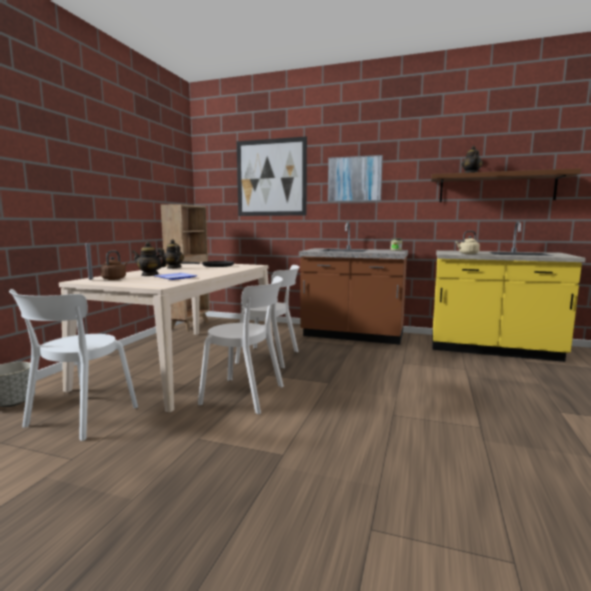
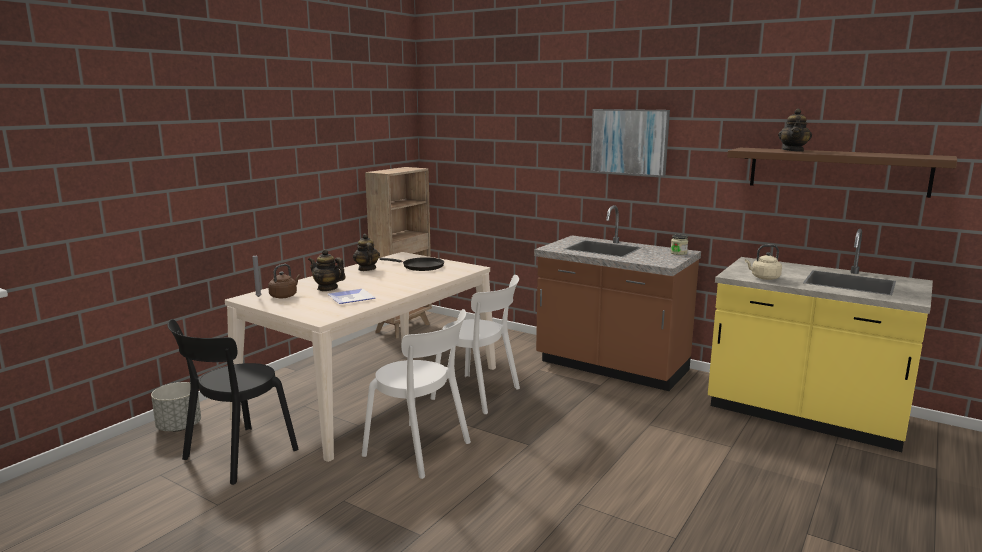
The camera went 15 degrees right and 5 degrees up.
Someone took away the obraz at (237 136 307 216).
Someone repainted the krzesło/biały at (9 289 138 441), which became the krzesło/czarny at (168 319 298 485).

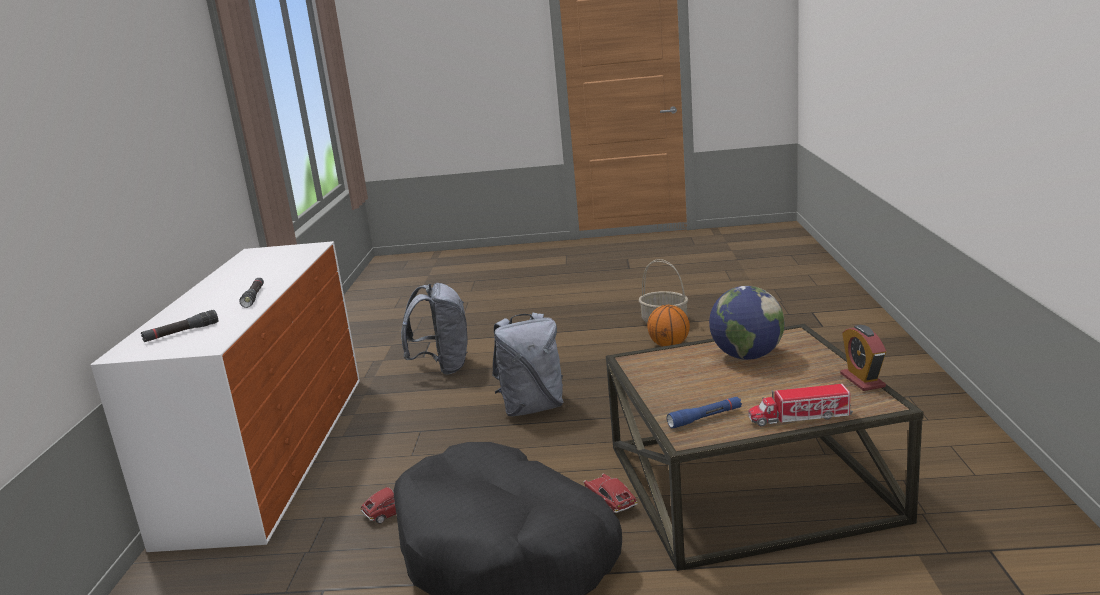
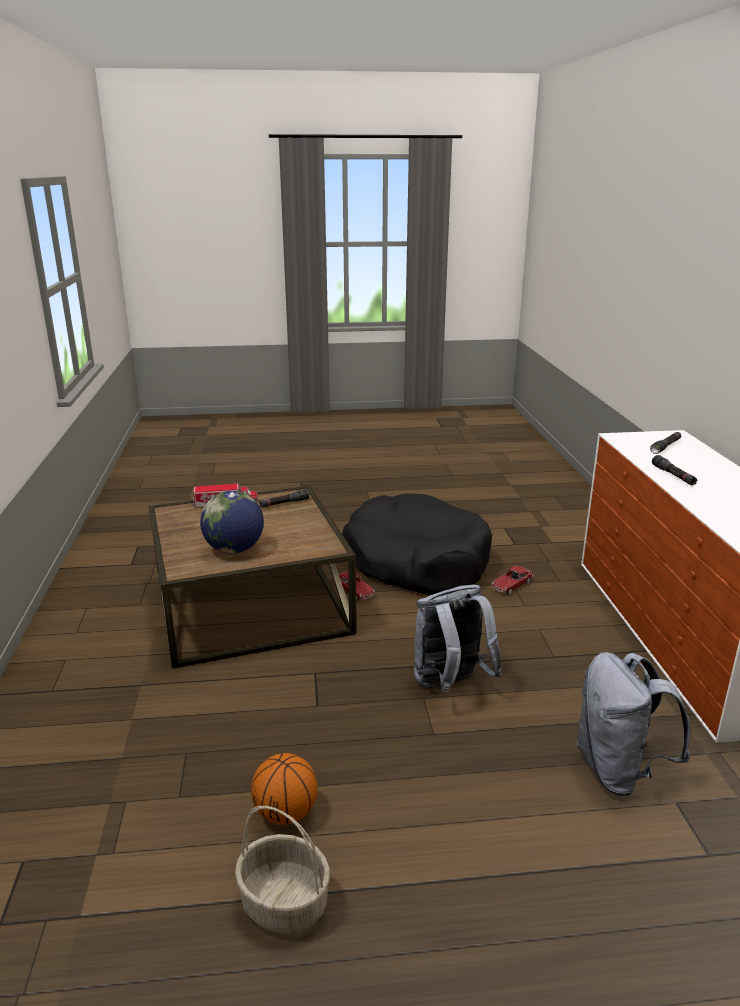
The camera went 170 degrees right and 5 degrees up.
Someone took away the budzik at (840 325 886 391).
Someone repainted the latarka/niebieski at (667 396 742 428), which became the latarka/czarny at (259 490 309 508).

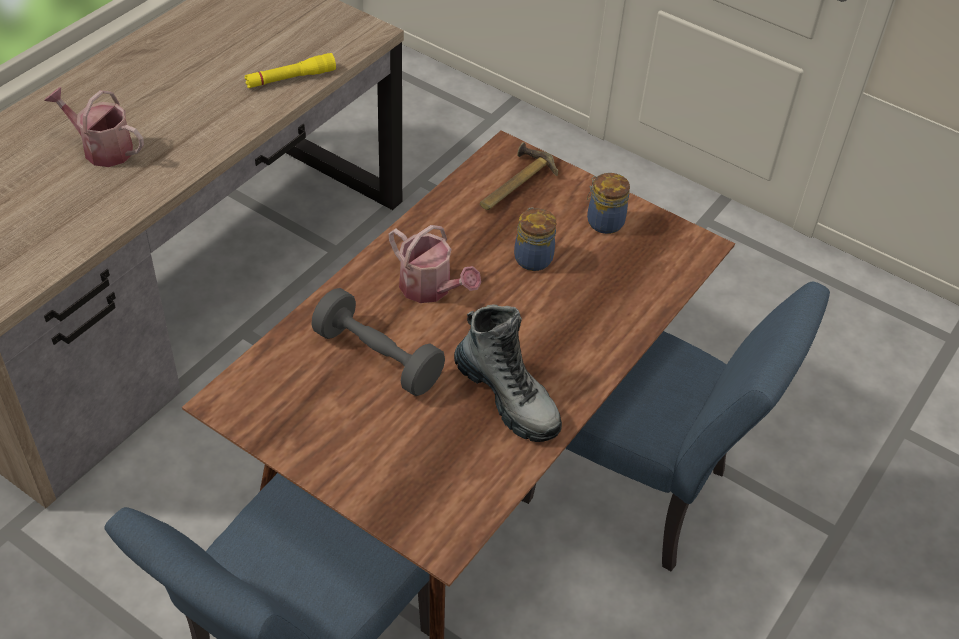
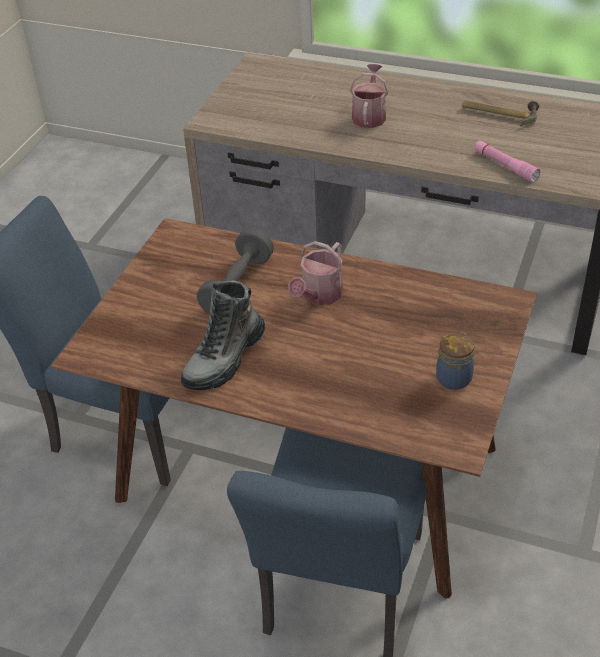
The camera went 80 degrees right and 5 degrees down.
Someone took away the słoik at (514 207 556 271).
Someone carried the młotek from (480 142 558 210) to (462 101 539 127).
Someone repainted the latarka/żółty at (245 53 336 88), which became the latarka/różowy at (474 141 540 182).

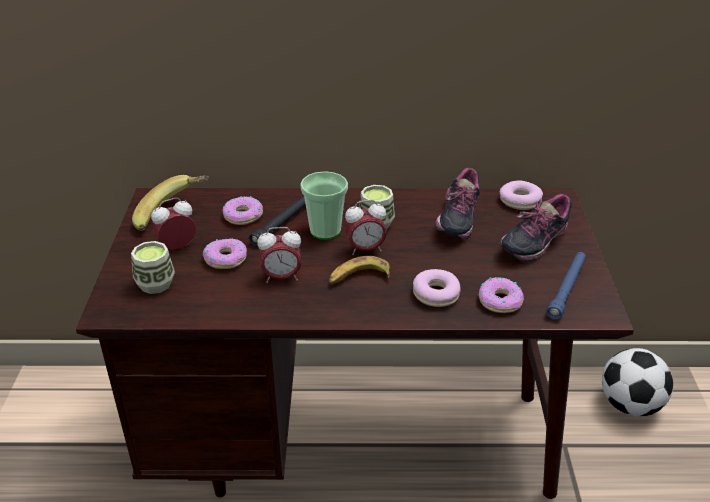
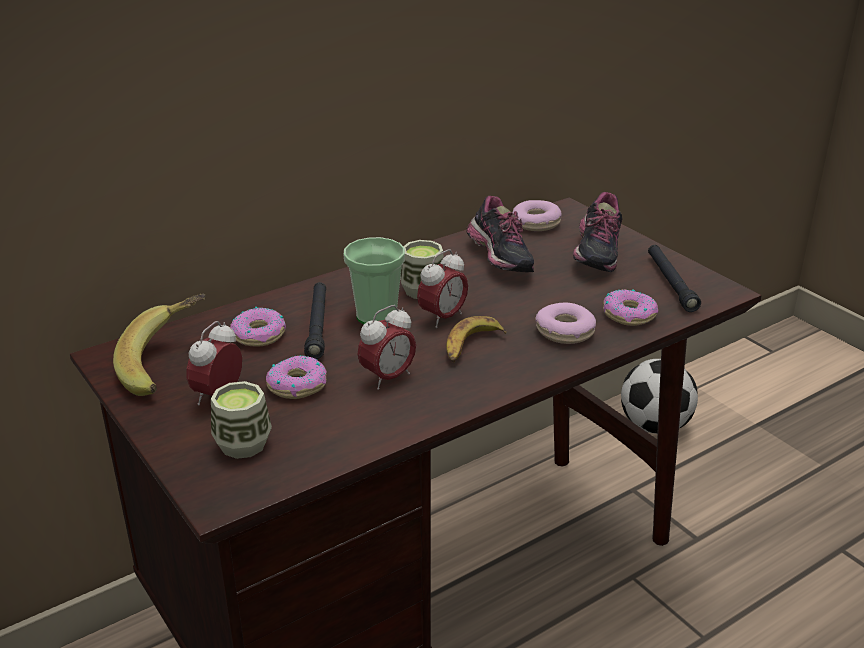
The camera went 35 degrees left and 5 degrees down.
Someone repainted the latarka/niebieski at (546 252 586 320), which became the latarka/czarny at (648 245 701 312).

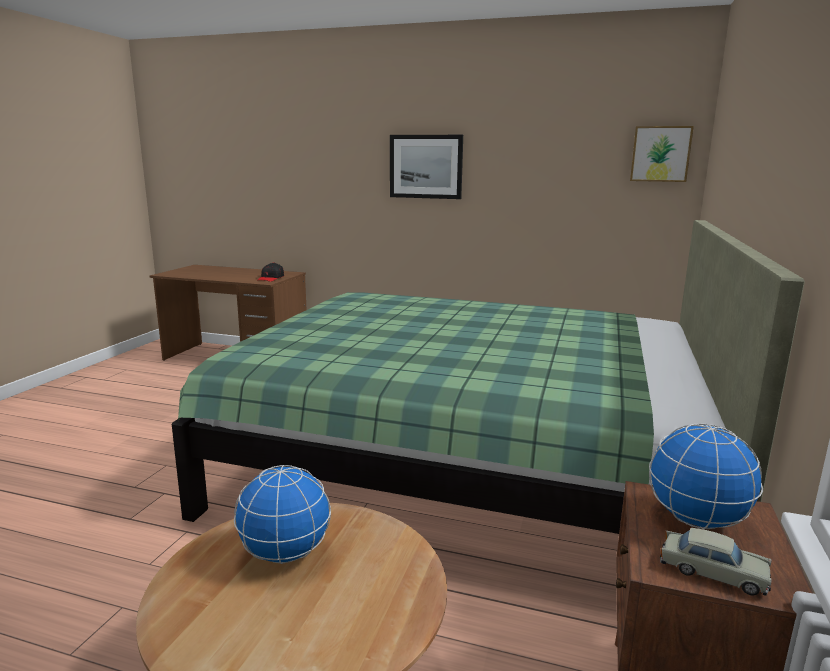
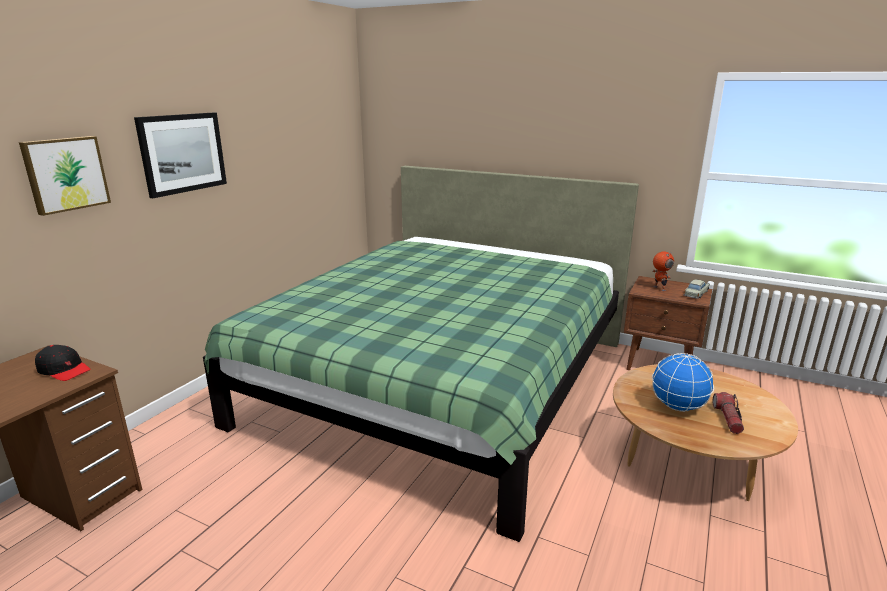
The camera went 80 degrees left and 5 degrees up.
Someone put down the latarka at (713 392 744 434).
Someone carried the obraz from (630 126 694 182) to (19 136 111 216).
Someone swapped the globus at (649 423 763 529) for the robot zabawkowy at (653 251 674 291).

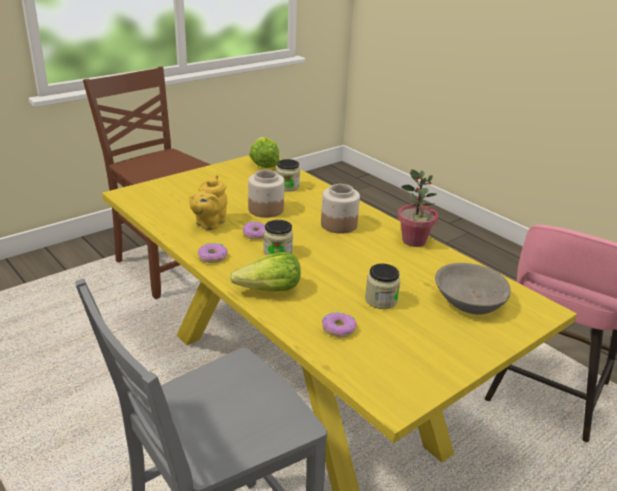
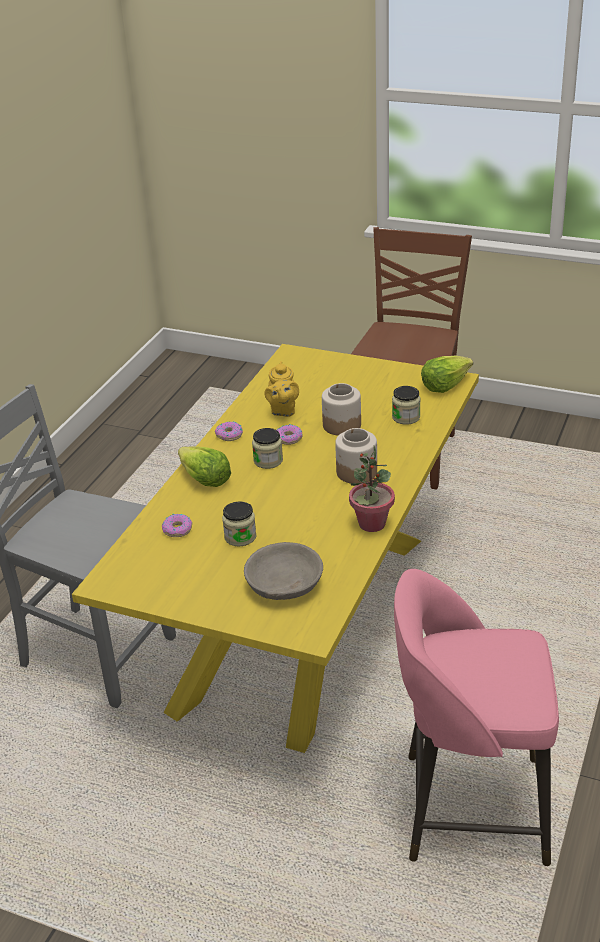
The camera went 65 degrees right and 5 degrees up.
Someone rotated the imbryk/żółty at (189 175 227 230) by 90 degrees counterclockwise.

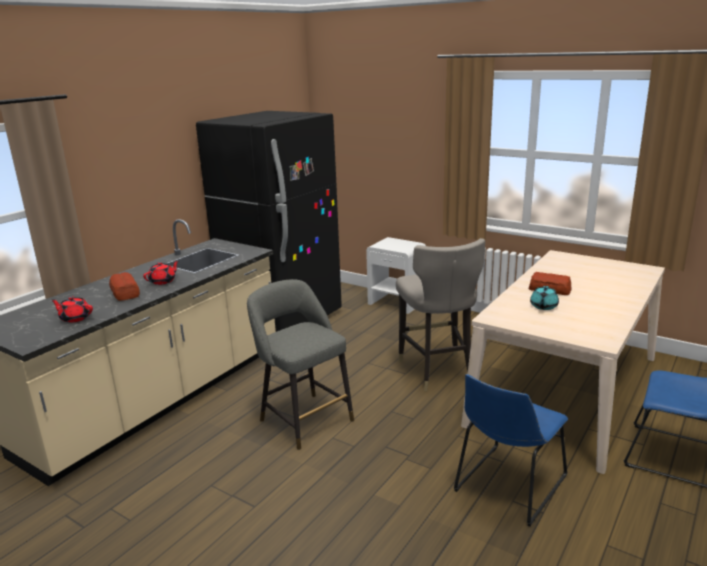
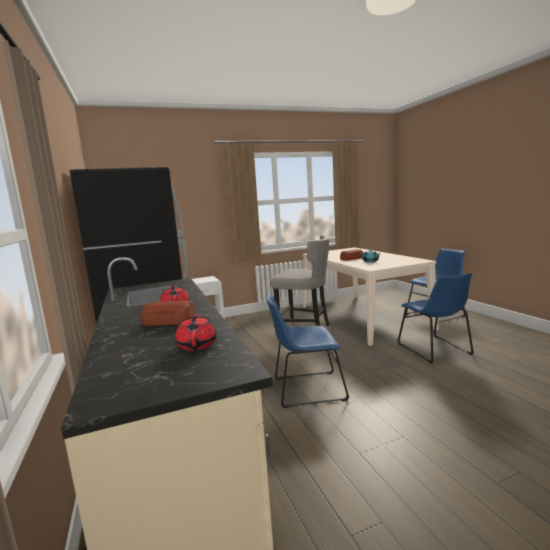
The camera went 55 degrees left and 10 degrees down.
Someone swapped the stołek/szary at (247 279 354 450) for the krzesło/niebieski at (267 293 349 408).
Someone rotated the imbryk/czerwony at (51 296 93 323) by 120 degrees clockwise.

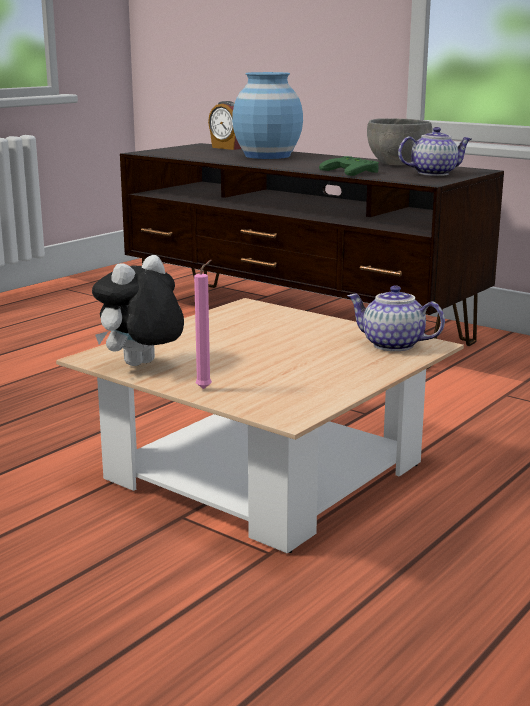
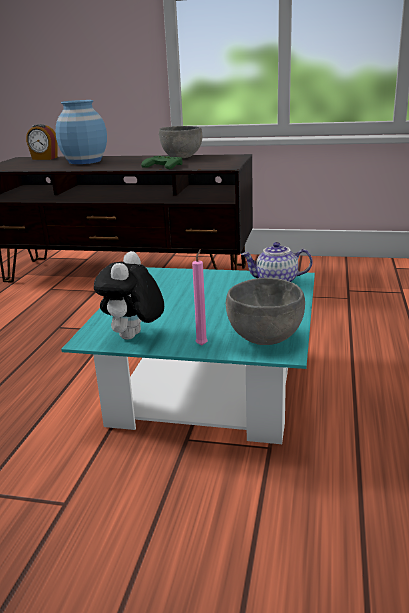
The camera went 25 degrees left and 5 degrees up.
Someone took away the imbryk at (398 127 471 176).
Someone put down the miska/szary at (226 278 305 345).
Someone repainted the ława/beżowy at (56 298 464 554), which became the ława/turkusowy at (61 267 315 444).

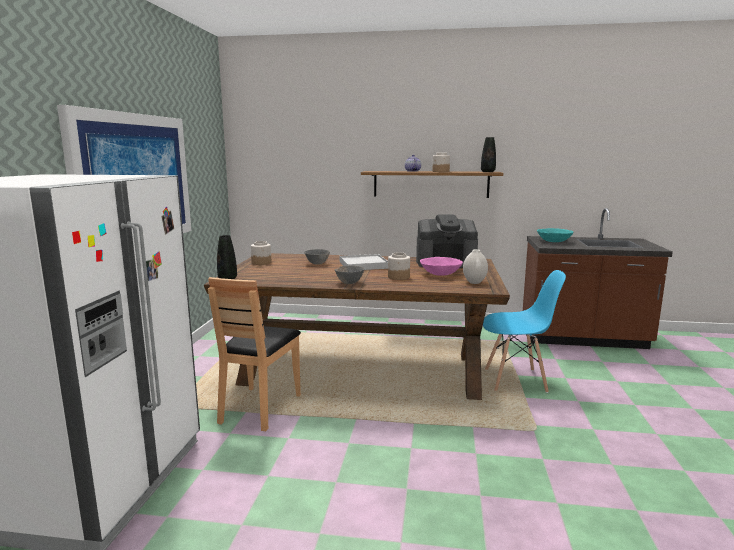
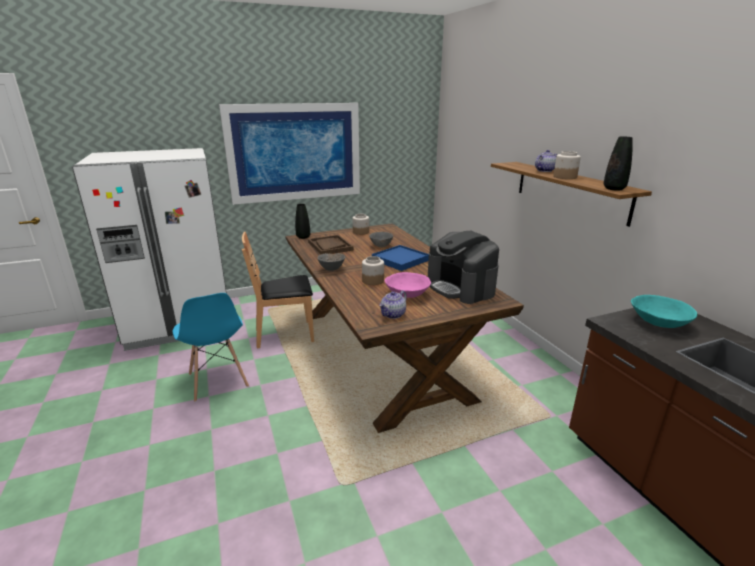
The camera went 60 degrees right and 10 degrees up.
Someone put down the taca/brązowy at (308 235 354 255).
Someone carried the krzesło/niebieski from (483 270 566 393) to (172 293 249 402).
Someone swapped the wazon/biały at (463 249 488 284) for the imbryk at (379 290 407 319).
Someone repainted the taca/biały at (340 254 388 270), which became the taca/niebieski at (372 245 429 271).

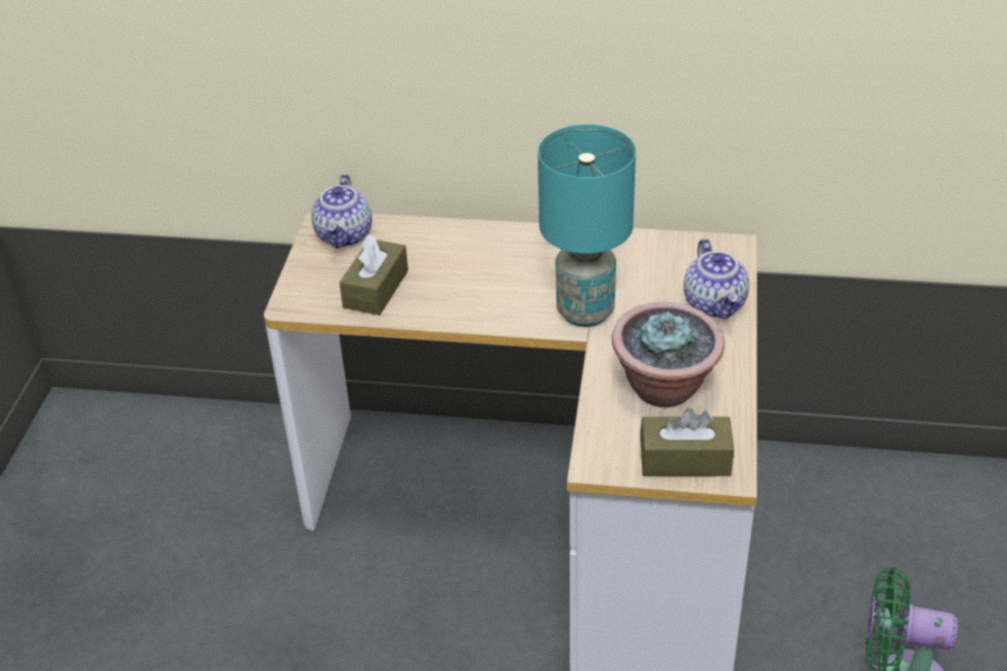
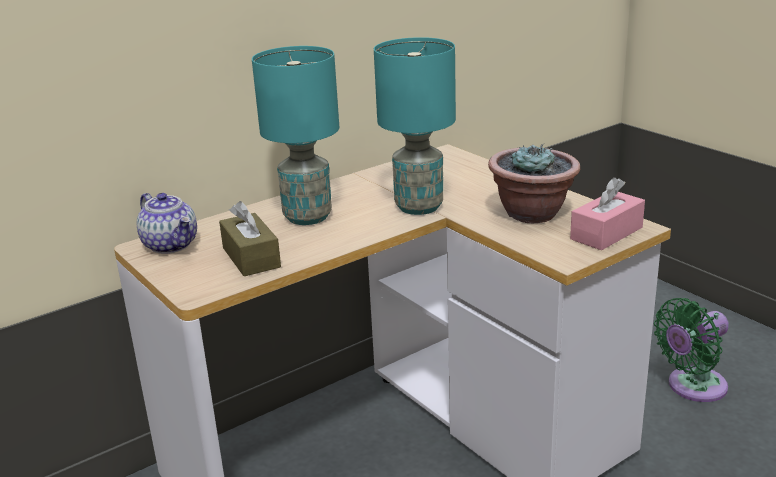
The camera went 45 degrees left and 15 degrees down.
Someone took away the imbryk at (684 239 749 320).
Someone put down the lampa stołowa/turkusowy at (252 46 339 225).
Someone repainted the pudełko chusteczek/brązowy at (640 408 734 476), which became the pudełko chusteczek/różowy at (570 177 645 251).

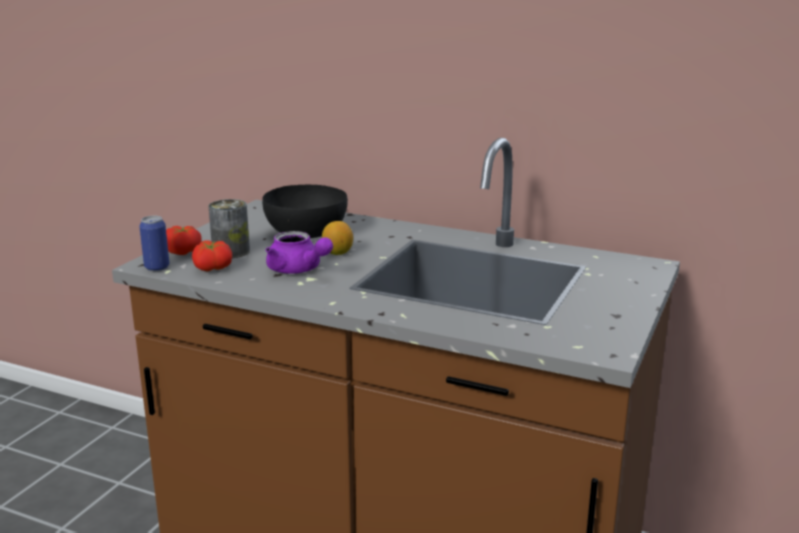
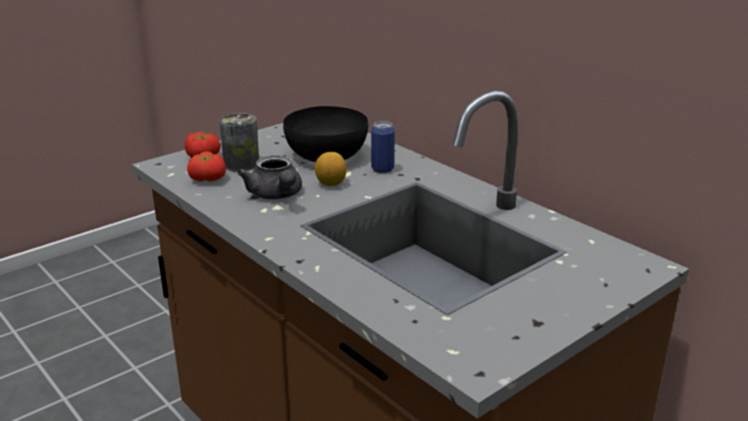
The camera went 25 degrees right and 5 degrees up.
Someone carried the puszka from (139 216 169 271) to (371 121 395 173).
Someone repainted the imbryk/fioletowy at (266 231 333 274), which became the imbryk/szary at (237 155 302 199).

